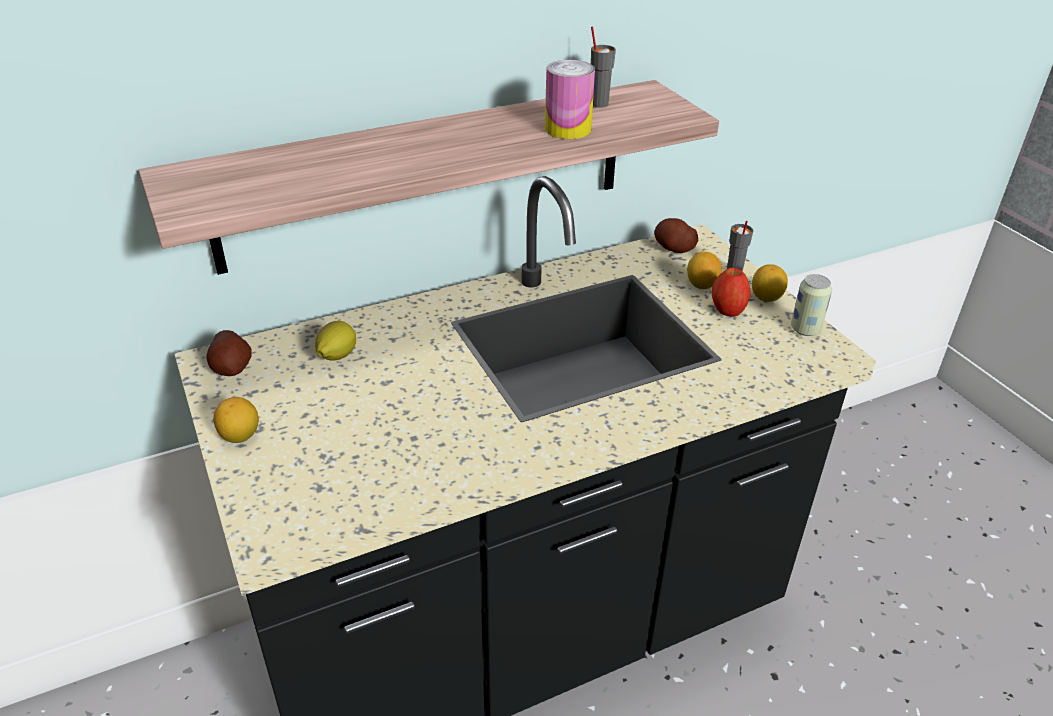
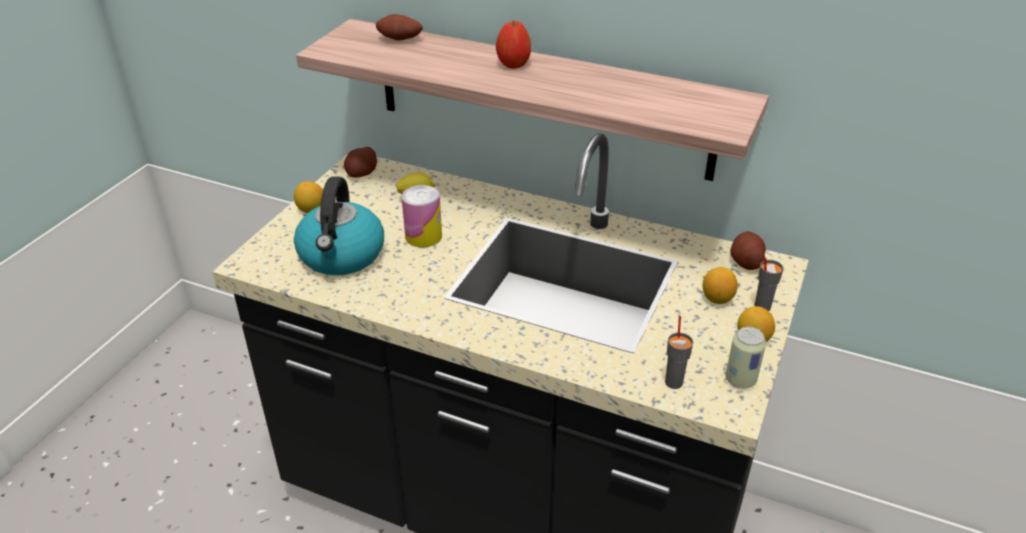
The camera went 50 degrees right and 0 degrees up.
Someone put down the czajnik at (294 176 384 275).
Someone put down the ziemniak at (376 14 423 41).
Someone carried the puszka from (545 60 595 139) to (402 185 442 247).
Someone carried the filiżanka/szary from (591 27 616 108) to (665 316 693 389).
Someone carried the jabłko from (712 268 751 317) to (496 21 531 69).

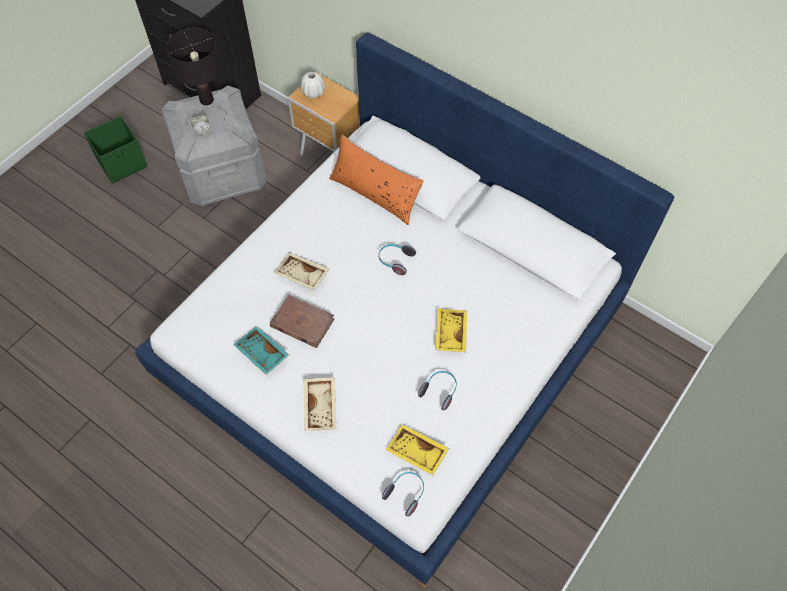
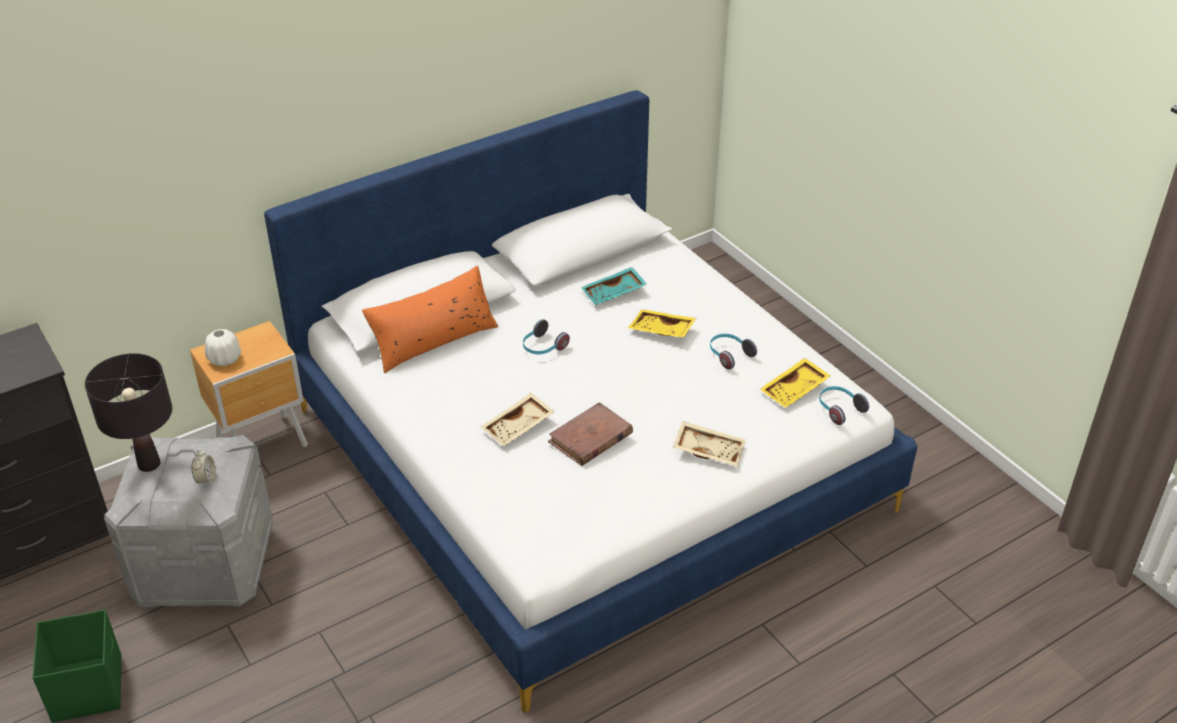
The camera went 70 degrees left and 20 degrees down.
Someone carried the taca/turkusowy from (233 326 289 374) to (581 267 647 305).

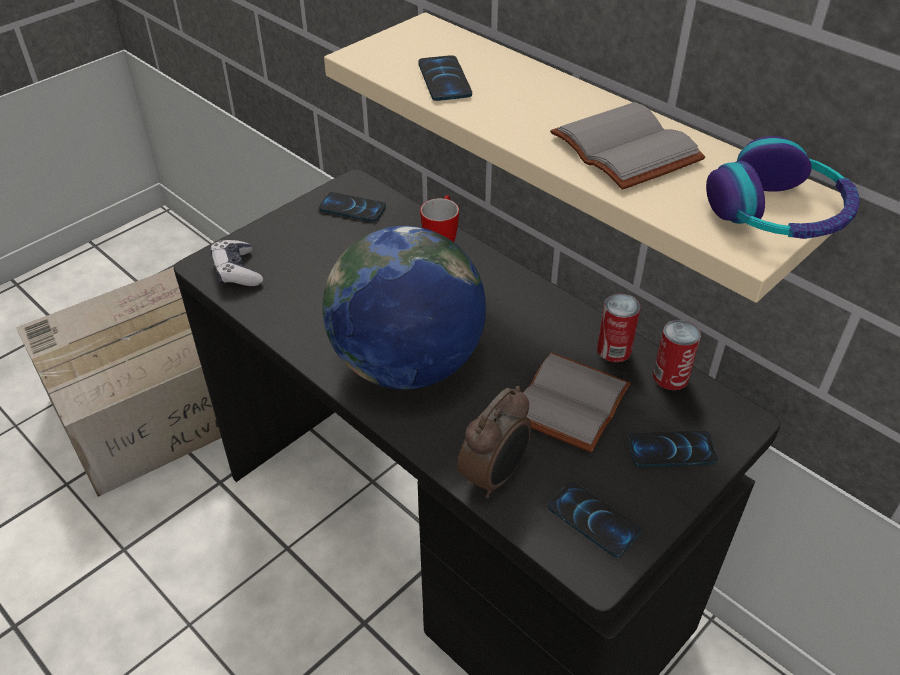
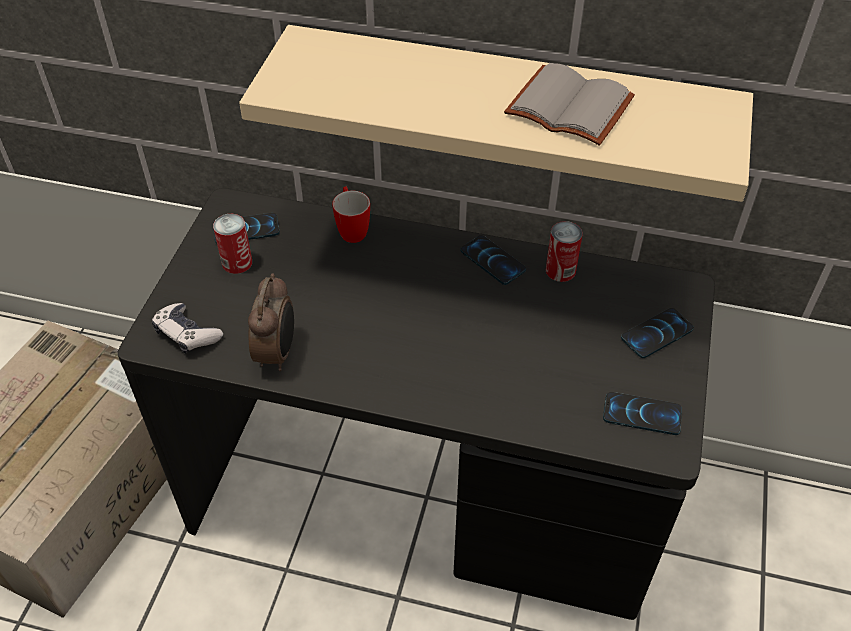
The camera went 30 degrees left and 5 degrees up.
Someone took away the globus at (322 226 486 389).
Someone took away the książka/szary at (523 352 631 452).
Someone took away the słuchawki at (706 136 860 239).
Someone carried the telefon from (418 55 472 101) to (460 235 526 285).
Someone carried the budzik from (457 386 531 498) to (248 273 294 371).
Someone carried the puszka from (653 320 701 390) to (213 214 252 274).

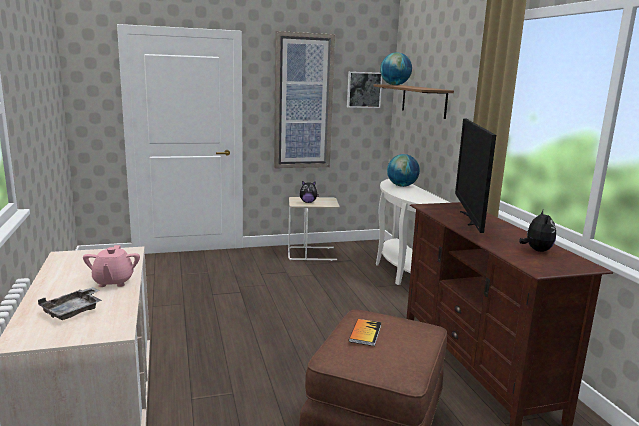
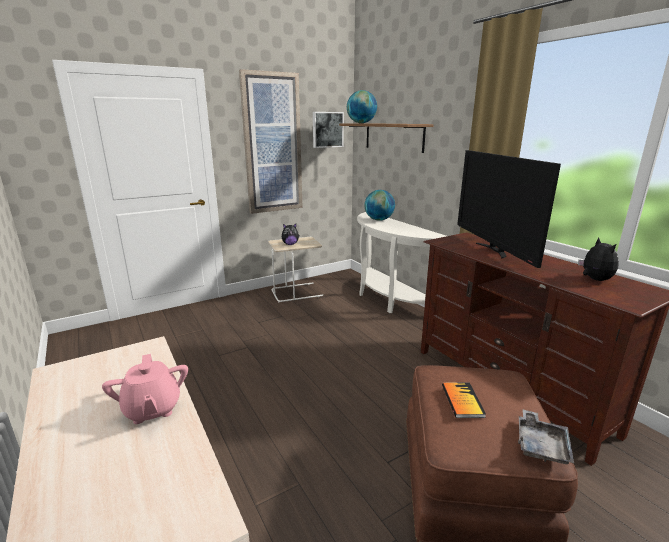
The camera went 15 degrees left and 5 degrees up.
Someone carried the taca/szary from (38 287 102 320) to (518 409 574 464).

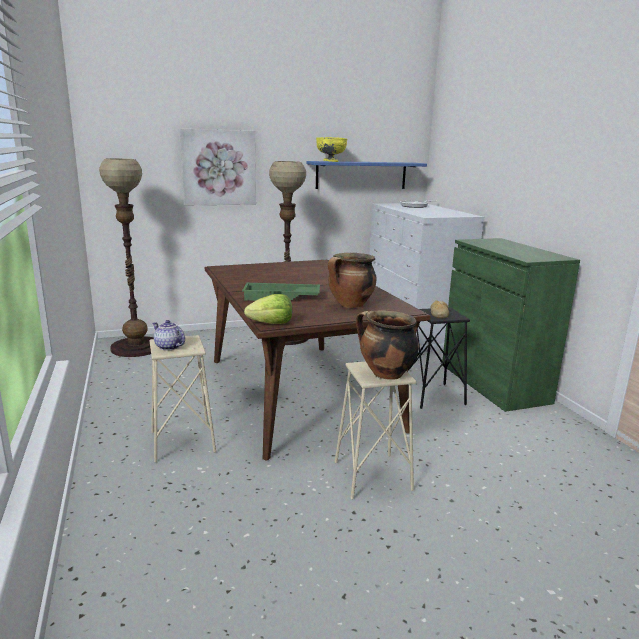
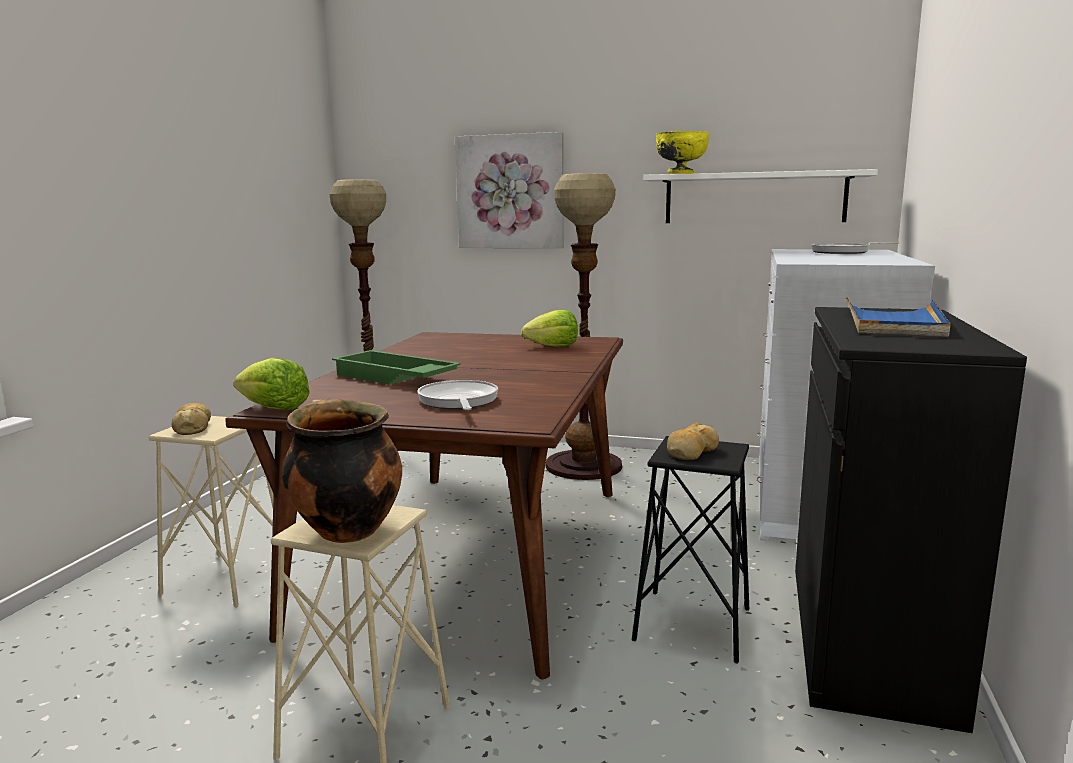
The camera went 35 degrees right and 5 degrees down.
Someone put down the sałata at (521 310 578 346).
Someone put down the taca/niebieski at (846 298 951 337).
Someone swapped the imbryk at (152 320 185 350) for the chleb at (172 403 211 435).
Someone swapped the garnek at (328 253 377 308) for the patelnia at (417 380 498 410).
Someone repainted the półka/niebieski at (307 161 427 189), which became the półka/biały at (643 169 878 223).
Someone repainted the szafka/zielony at (442 238 580 412), which became the szafka/czarny at (795 307 1027 733).

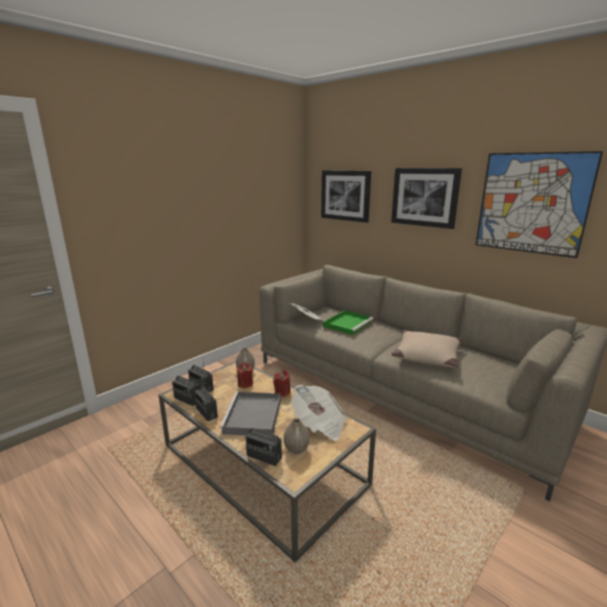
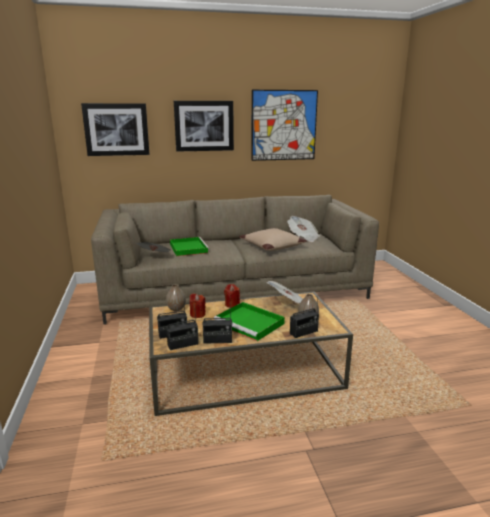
The camera went 55 degrees left and 0 degrees up.
Someone put down the gazeta at (287 216 320 242).
Someone repainted the taca/szary at (219 392 281 436), which became the taca/zielony at (214 302 285 341).

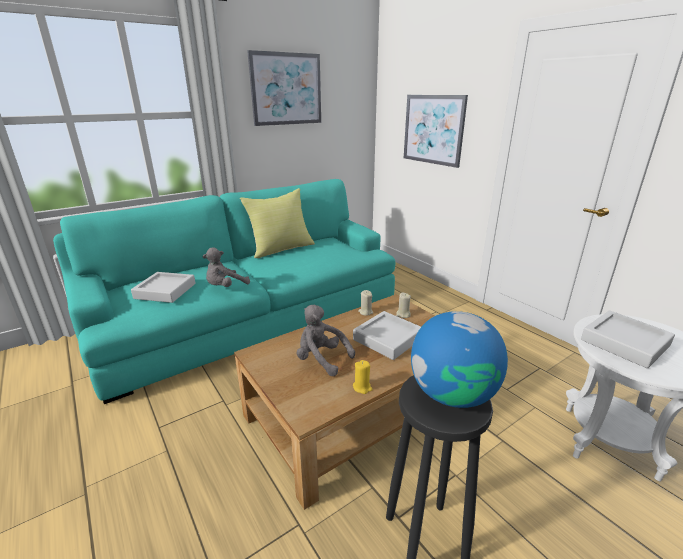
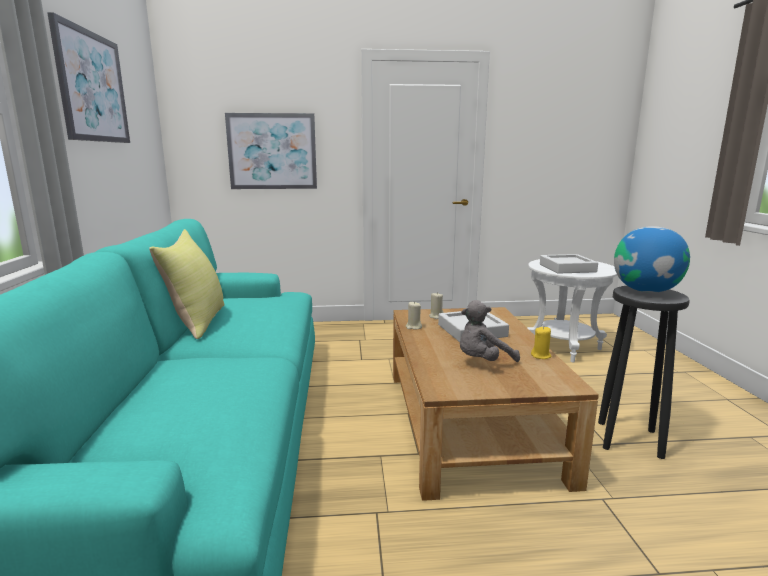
The camera went 60 degrees left and 10 degrees down.
Someone took away the taca/szary at (131 272 196 303).
Someone took away the pluszak/szary at (203 247 250 287).

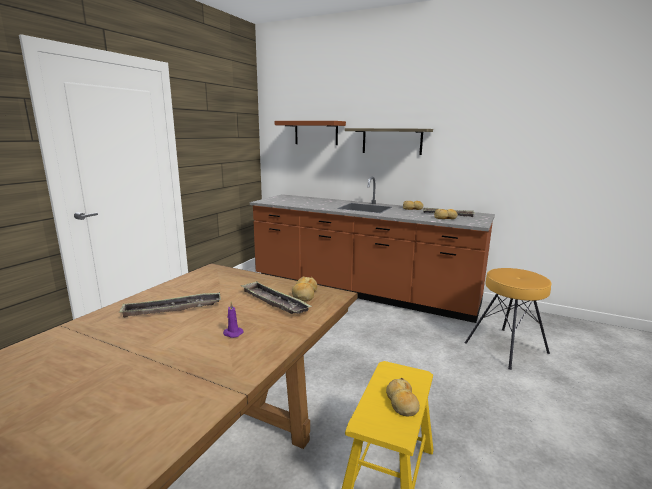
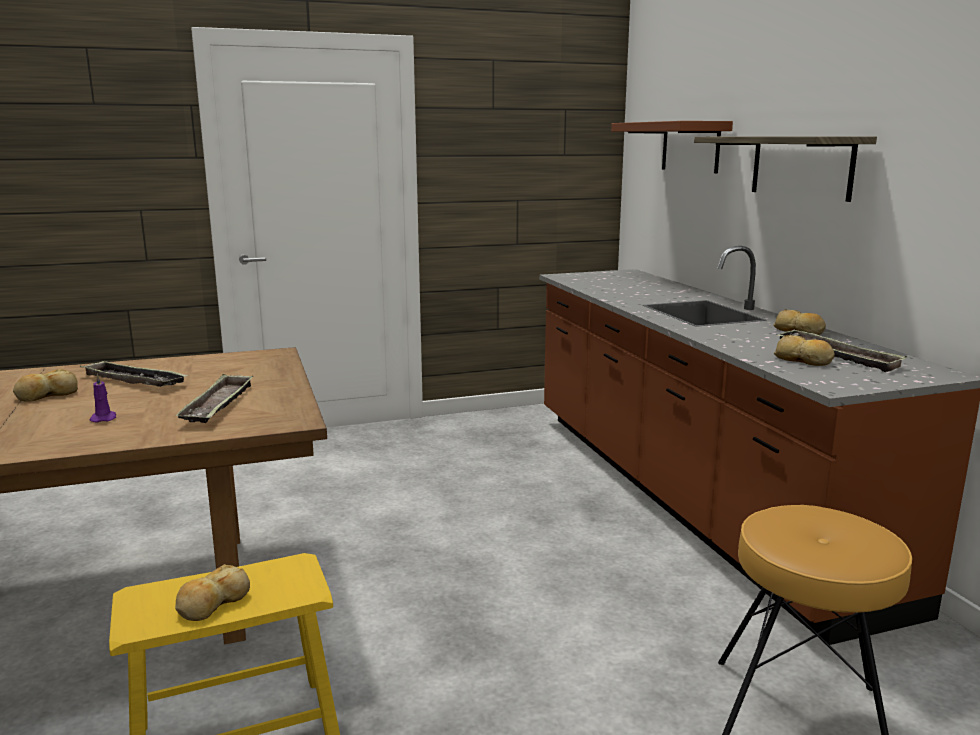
The camera went 45 degrees right and 0 degrees up.
Someone carried the chleb from (292 276 317 301) to (13 369 78 402).

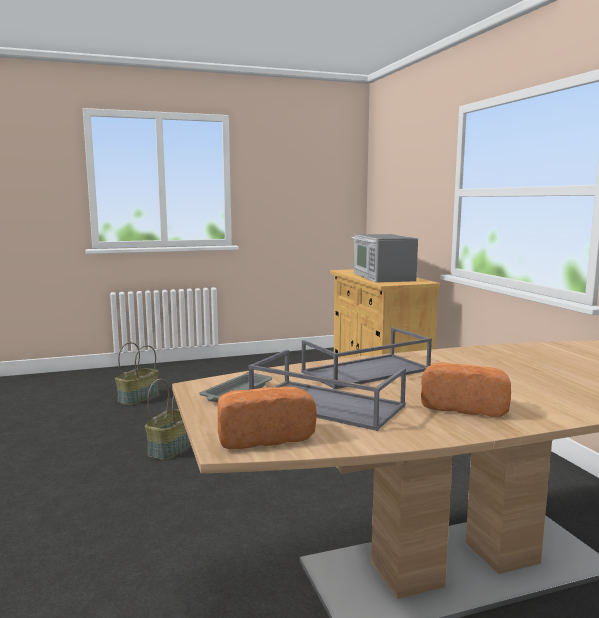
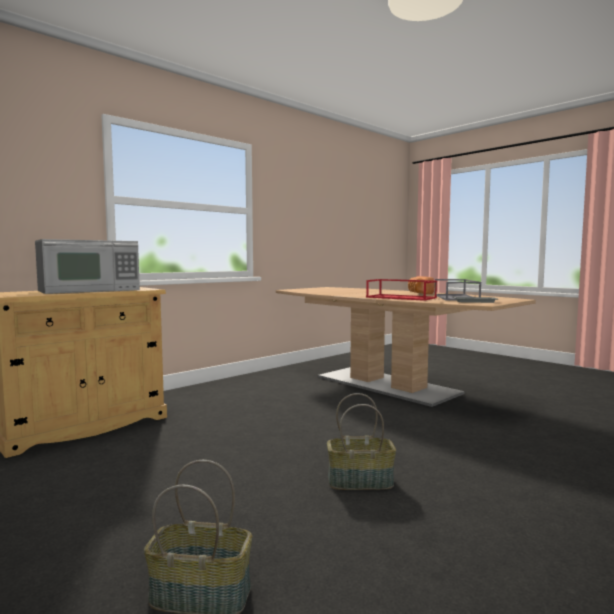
The camera went 115 degrees left and 5 degrees down.
Someone took away the chleb at (217 386 317 449).
Someone repainted the taca/szary at (301 327 432 390), which became the taca/czerwony at (366 279 437 301).

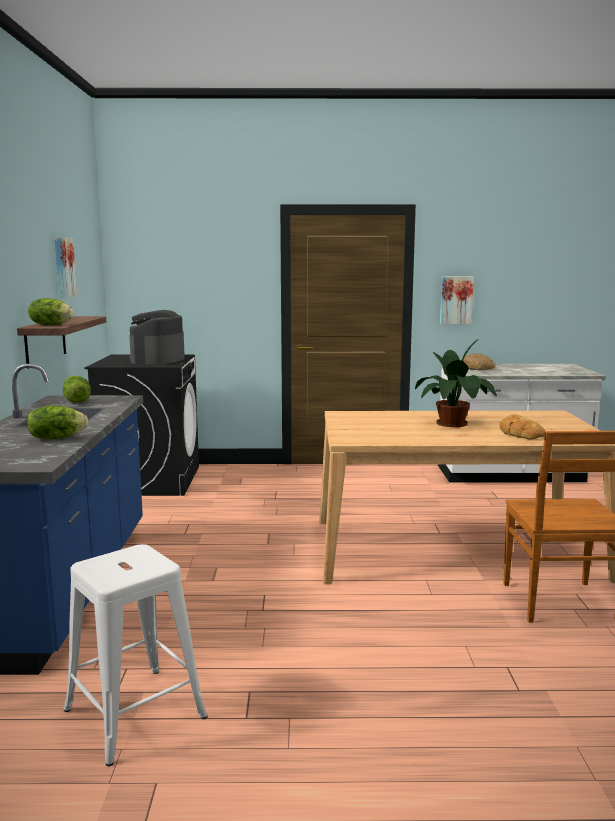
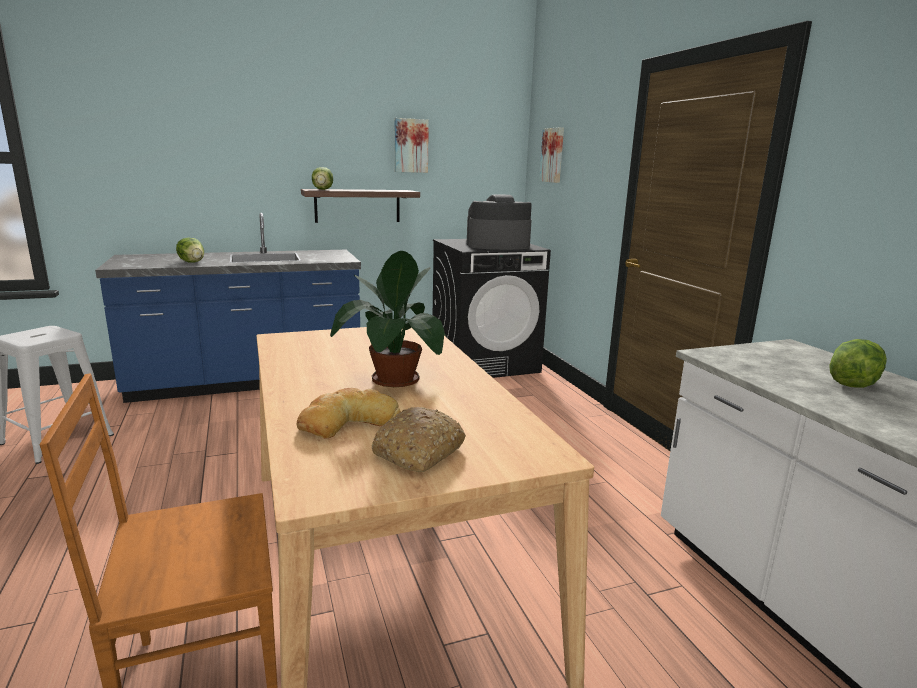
The camera went 70 degrees right and 5 degrees up.
Someone carried the sałata from (63 376 91 403) to (829 339 887 388).
Someone carried the obraz from (440 277 474 324) to (539 127 564 183).
Someone carried the chleb from (461 353 495 371) to (372 407 466 472).

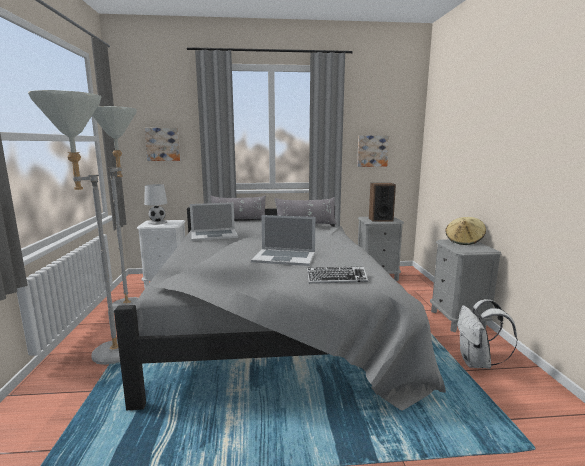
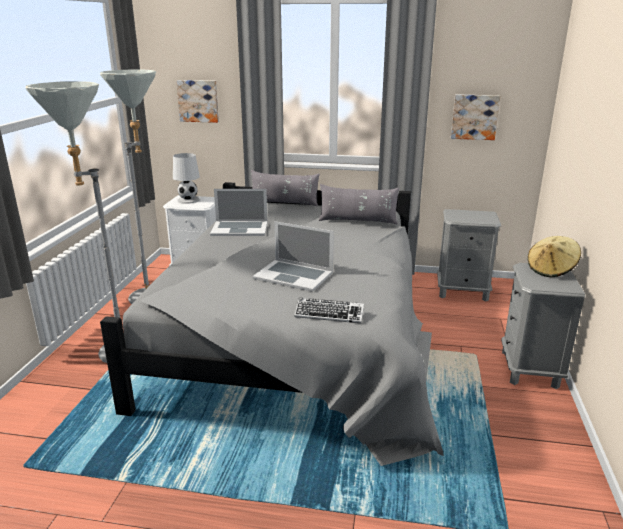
The camera went 15 degrees right and 10 degrees up.
Someone took away the głośnik at (369 183 396 222).
Someone took away the plecak/biały at (457 299 518 369).

